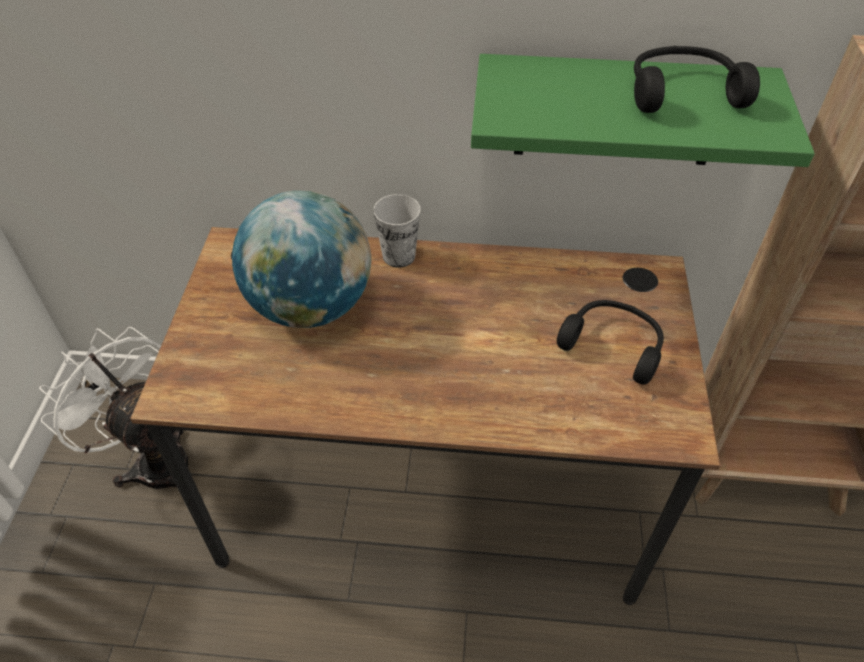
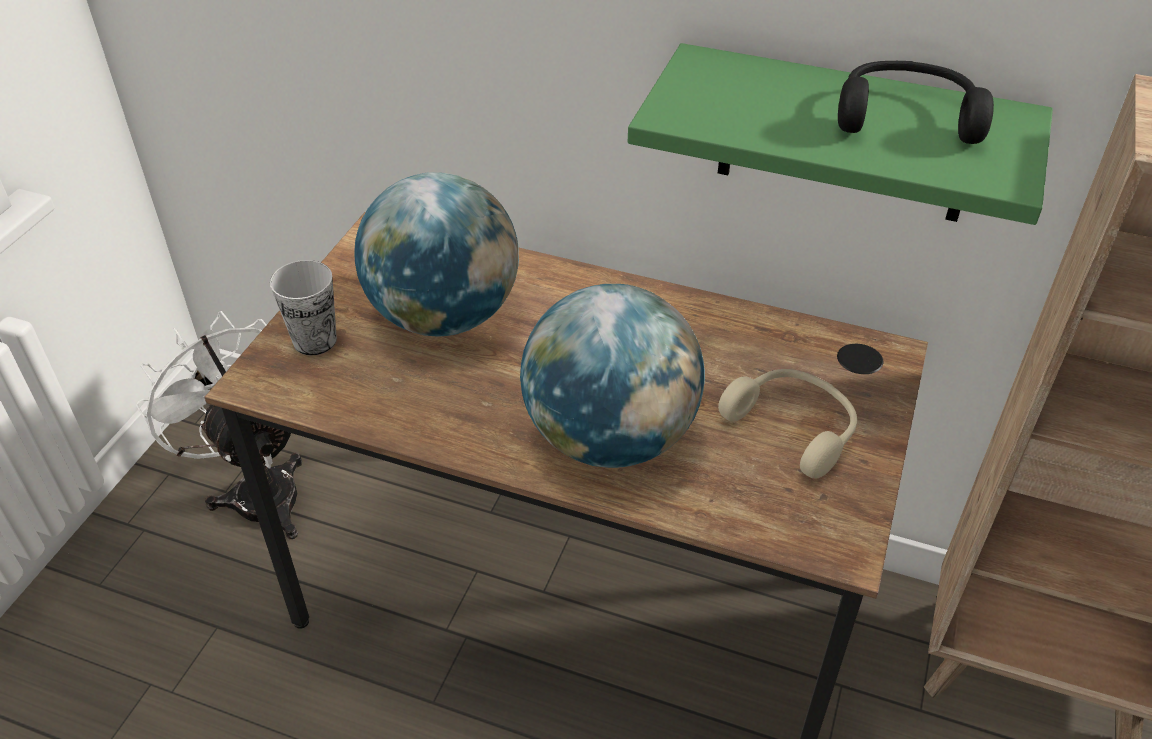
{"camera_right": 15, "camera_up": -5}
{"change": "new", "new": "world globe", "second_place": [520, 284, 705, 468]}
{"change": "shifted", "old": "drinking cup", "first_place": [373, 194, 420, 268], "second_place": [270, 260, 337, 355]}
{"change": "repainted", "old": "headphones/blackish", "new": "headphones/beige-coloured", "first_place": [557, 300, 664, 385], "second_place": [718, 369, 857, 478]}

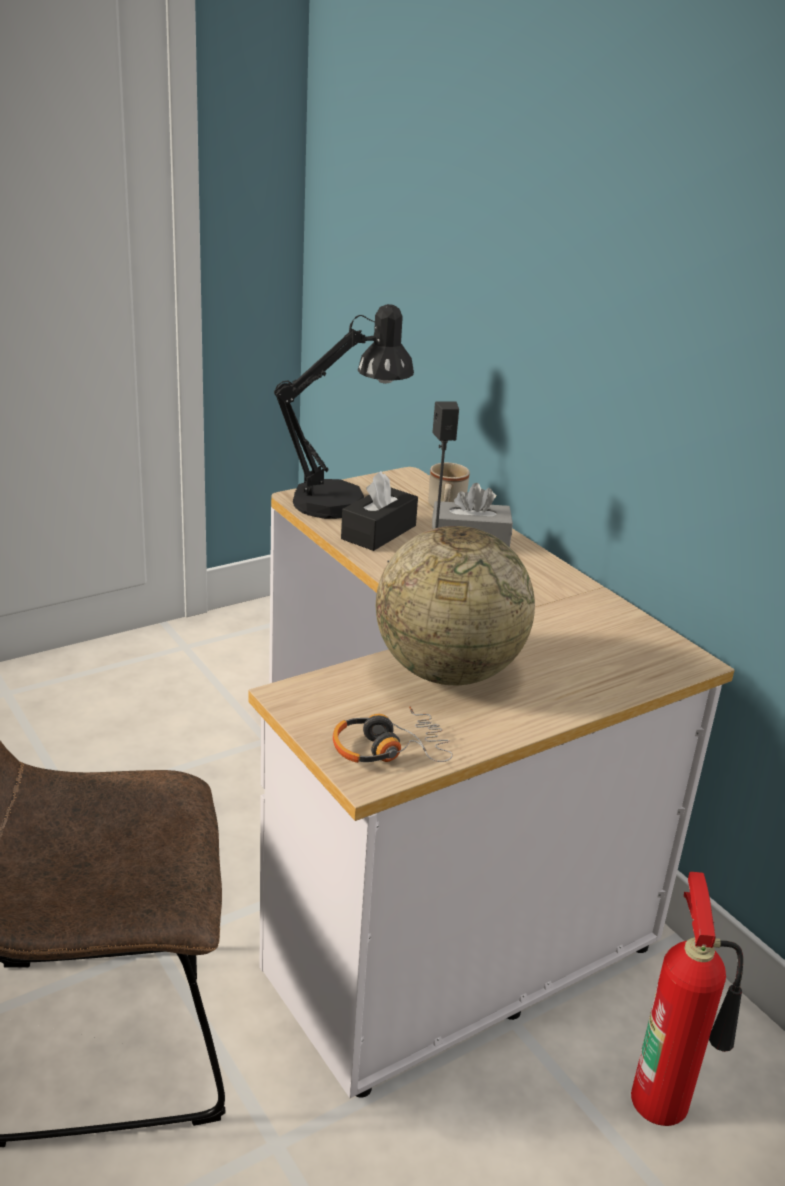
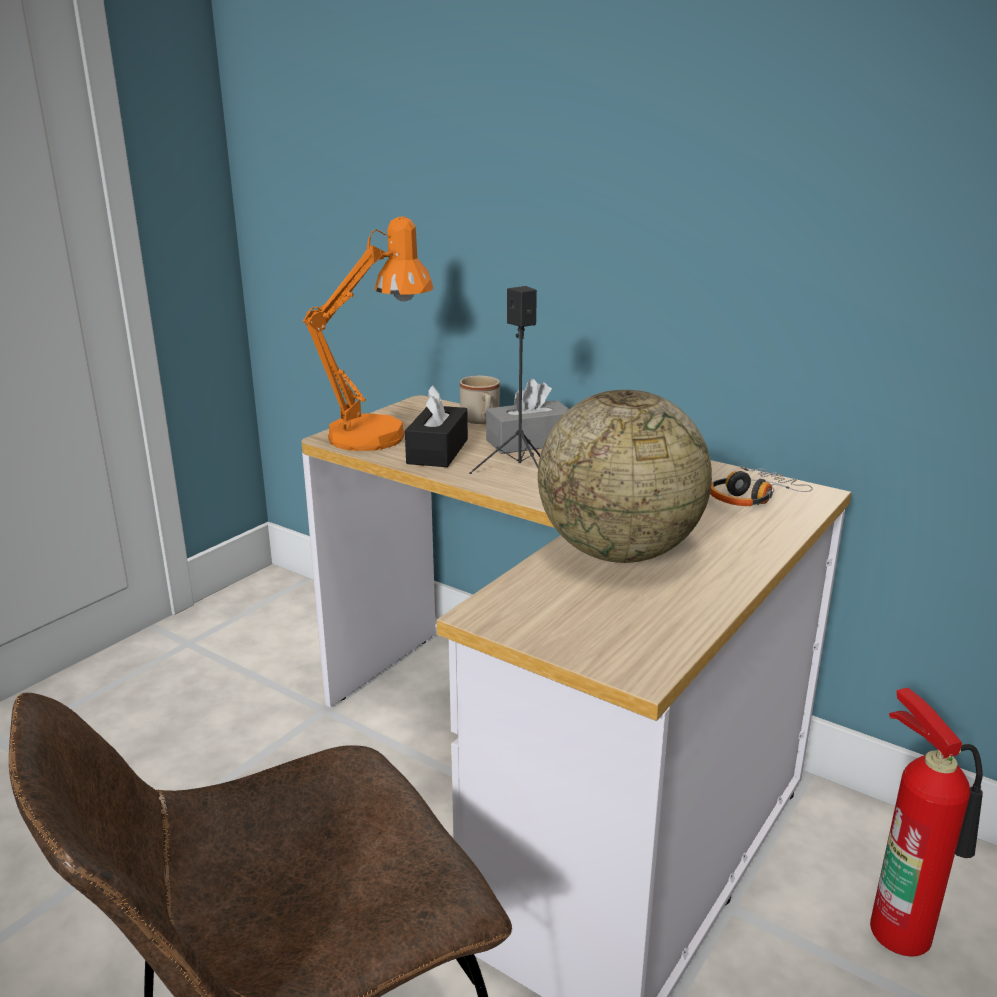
{"camera_right": -20, "camera_up": -5}
{"change": "shifted", "old": "headphones", "first_place": [333, 706, 453, 763], "second_place": [710, 467, 813, 506]}
{"change": "repainted", "old": "table lamp/blackish", "new": "table lamp/orangey", "first_place": [274, 304, 414, 519], "second_place": [303, 216, 433, 451]}

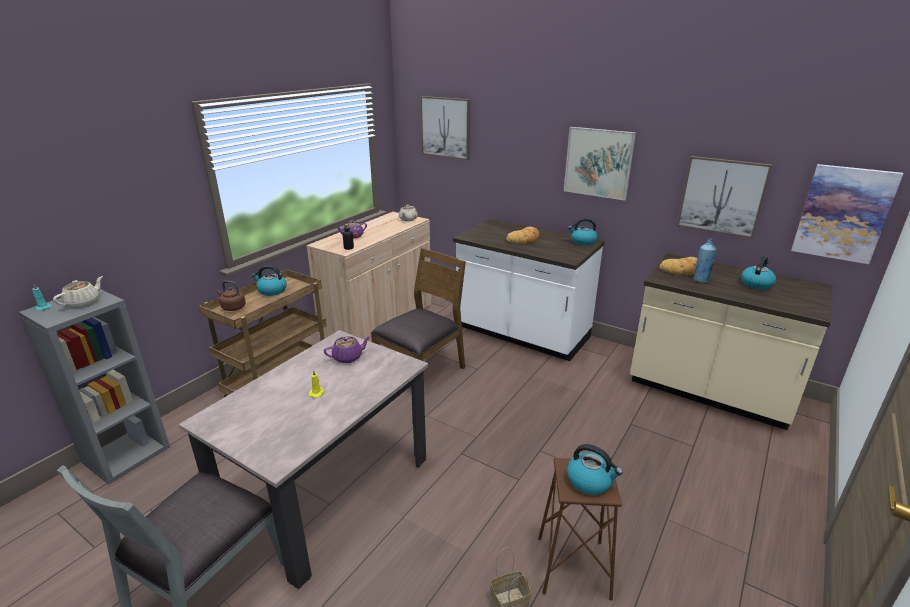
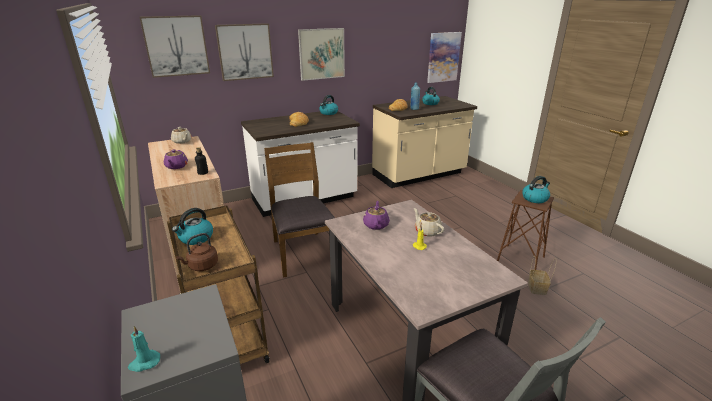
{"camera_right": -60, "camera_up": 0}
{"change": "shifted", "old": "pot for tea/beige-coloured", "first_place": [53, 276, 103, 308], "second_place": [414, 208, 445, 237]}
{"change": "shifted", "old": "wall art", "first_place": [677, 156, 772, 238], "second_place": [215, 23, 274, 81]}

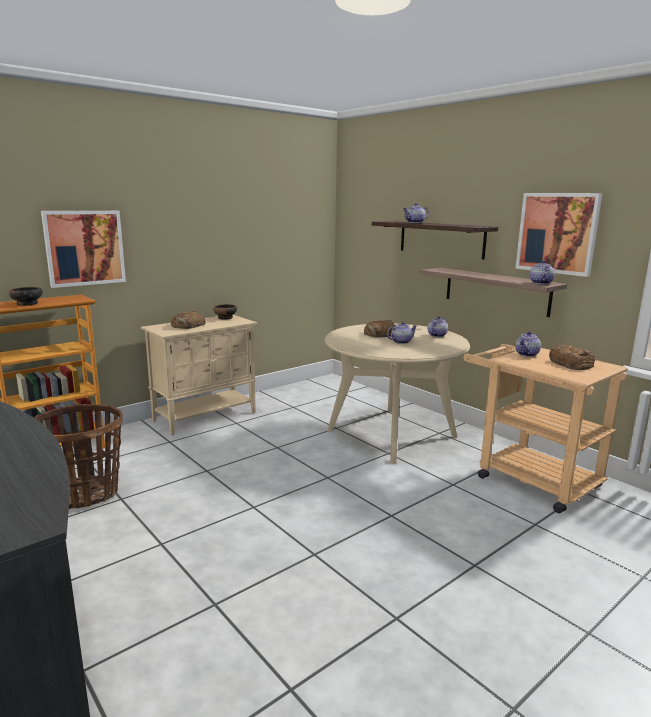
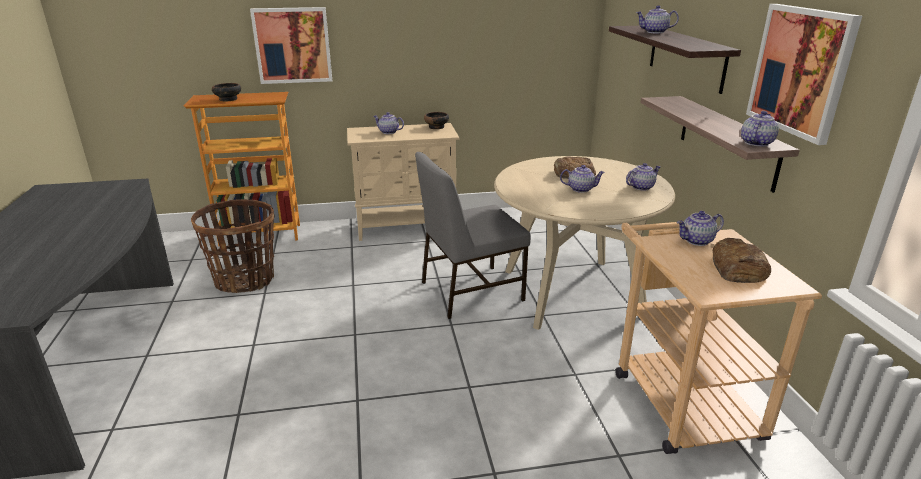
{"camera_right": 30, "camera_up": 10}
{"change": "new", "new": "chair/gray", "second_place": [415, 152, 531, 319]}
{"change": "swapped", "old": "bakery bread", "new": "pot for tea", "first_place": [171, 311, 206, 329], "second_place": [373, 112, 404, 134]}

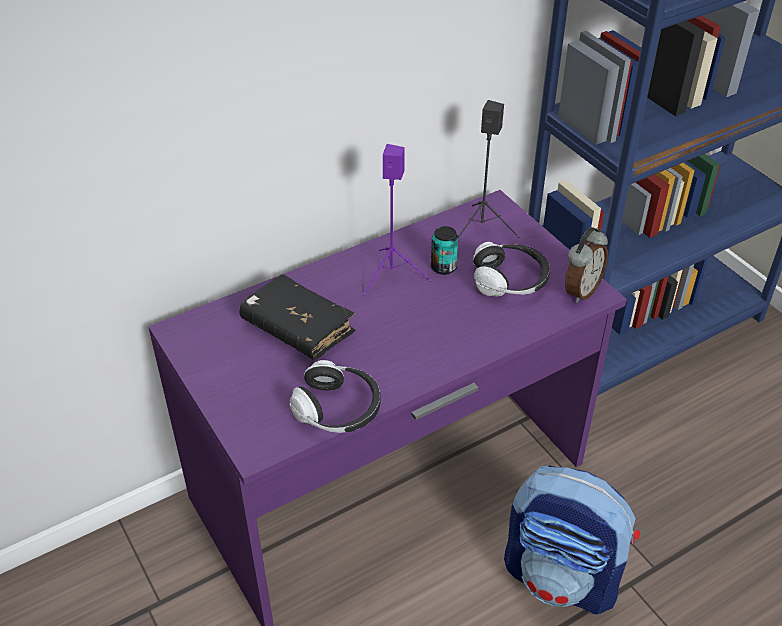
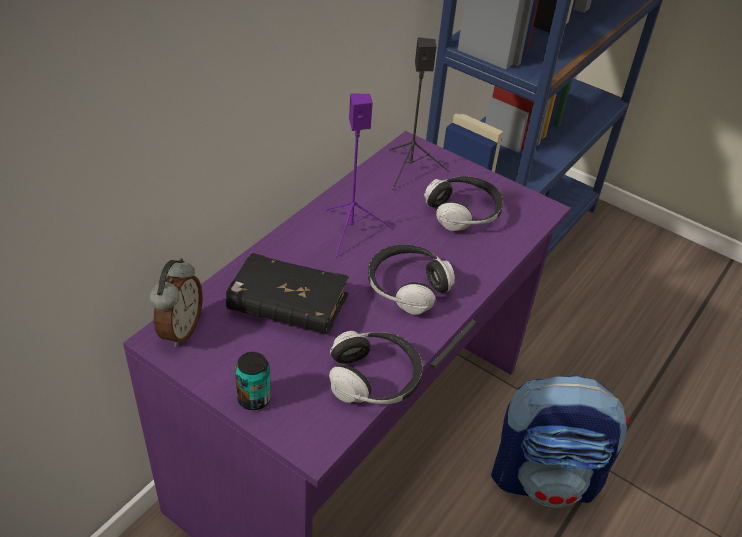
{"camera_right": -25, "camera_up": 0}
{"change": "new", "new": "headphones", "second_place": [368, 245, 455, 315]}
{"change": "shifted", "old": "sealed can", "first_place": [431, 226, 459, 275], "second_place": [235, 352, 271, 410]}
{"change": "shifted", "old": "bedside clock", "first_place": [565, 227, 608, 303], "second_place": [150, 258, 203, 347]}

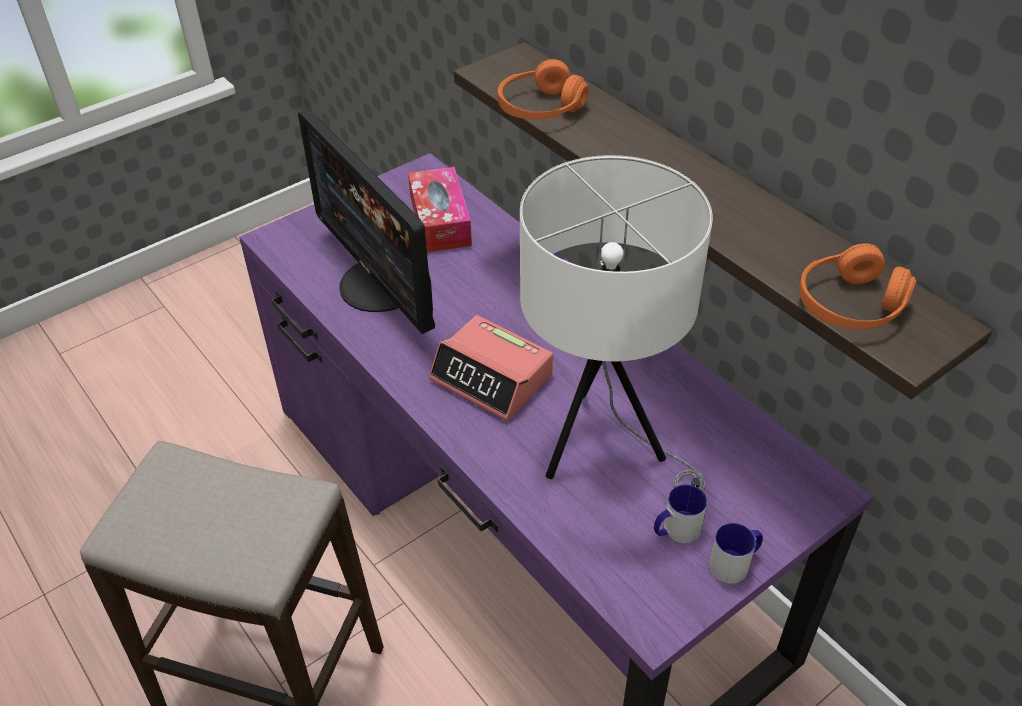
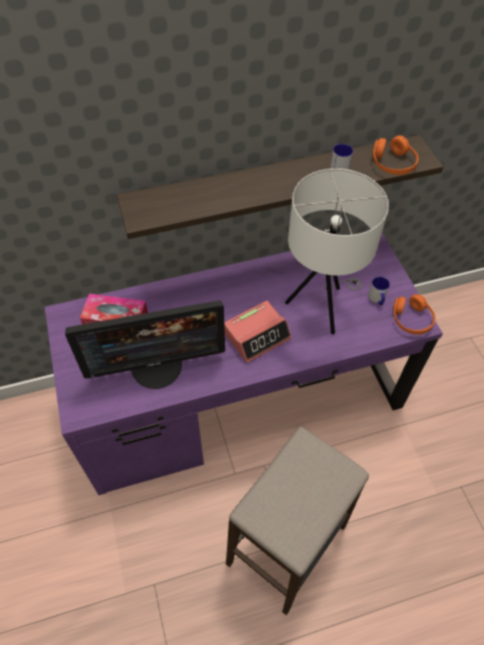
{"camera_right": -70, "camera_up": 10}
{"change": "shifted", "old": "headphones/orangey", "first_place": [498, 59, 589, 120], "second_place": [393, 294, 435, 335]}
{"change": "shifted", "old": "coffee mug", "first_place": [709, 523, 763, 584], "second_place": [330, 144, 353, 170]}

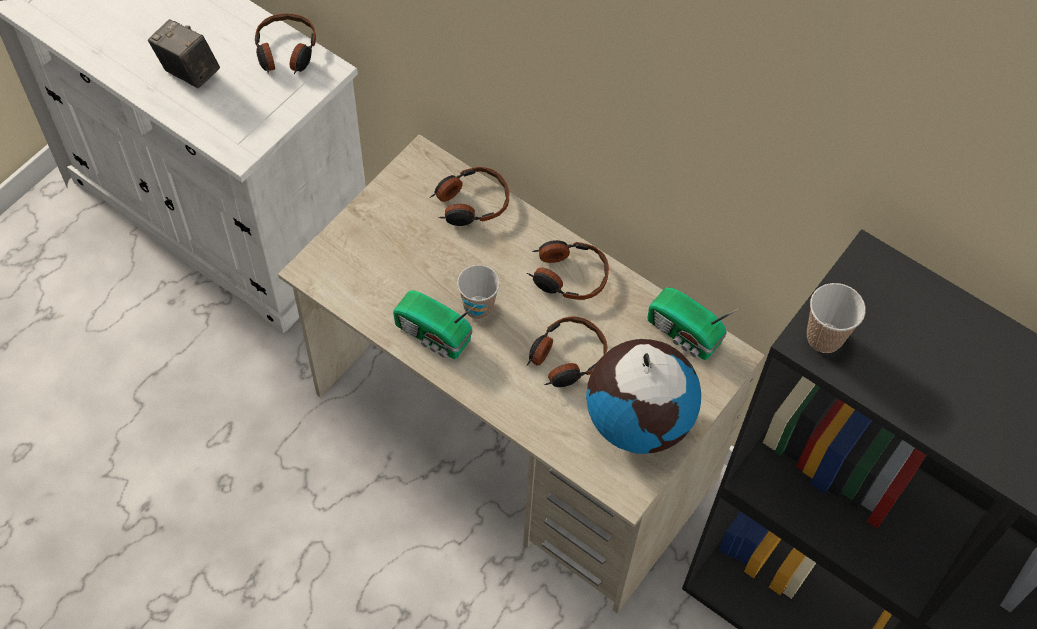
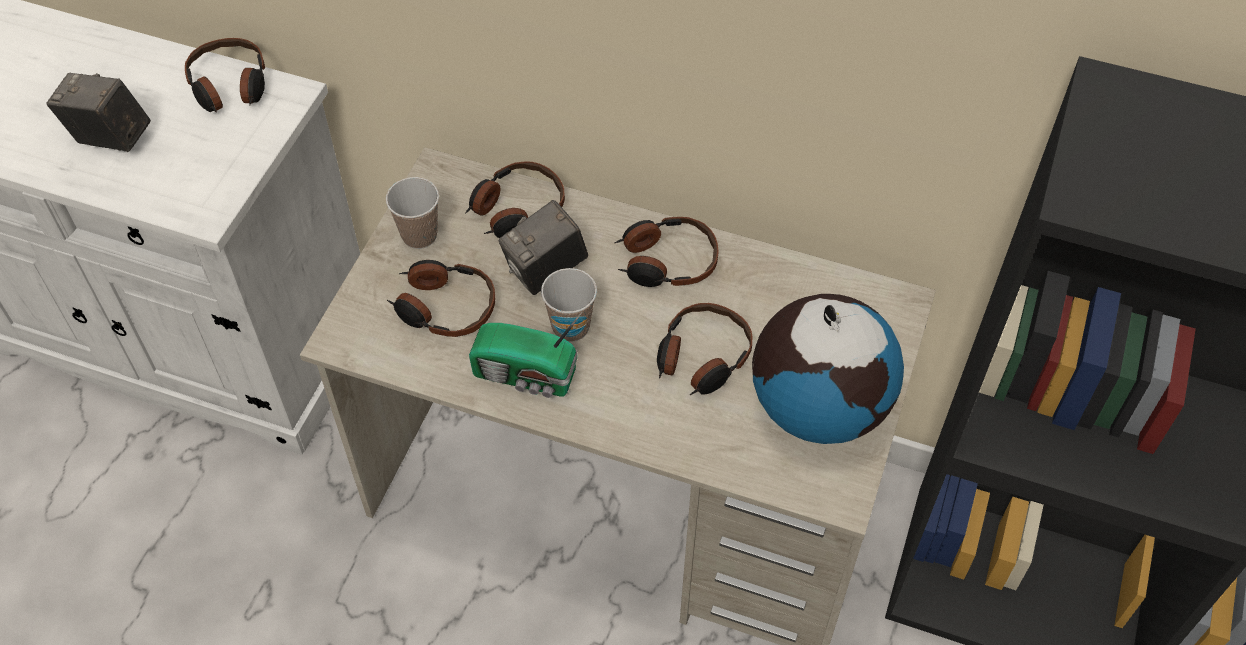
{"camera_right": -15, "camera_up": -5}
{"change": "gone", "old": "radio", "first_place": [647, 287, 740, 360]}
{"change": "new", "new": "headphones", "second_place": [387, 260, 495, 337]}
{"change": "new", "new": "still camera", "second_place": [498, 200, 588, 295]}
{"change": "shifted", "old": "drinking cup", "first_place": [807, 283, 866, 353], "second_place": [386, 177, 439, 249]}

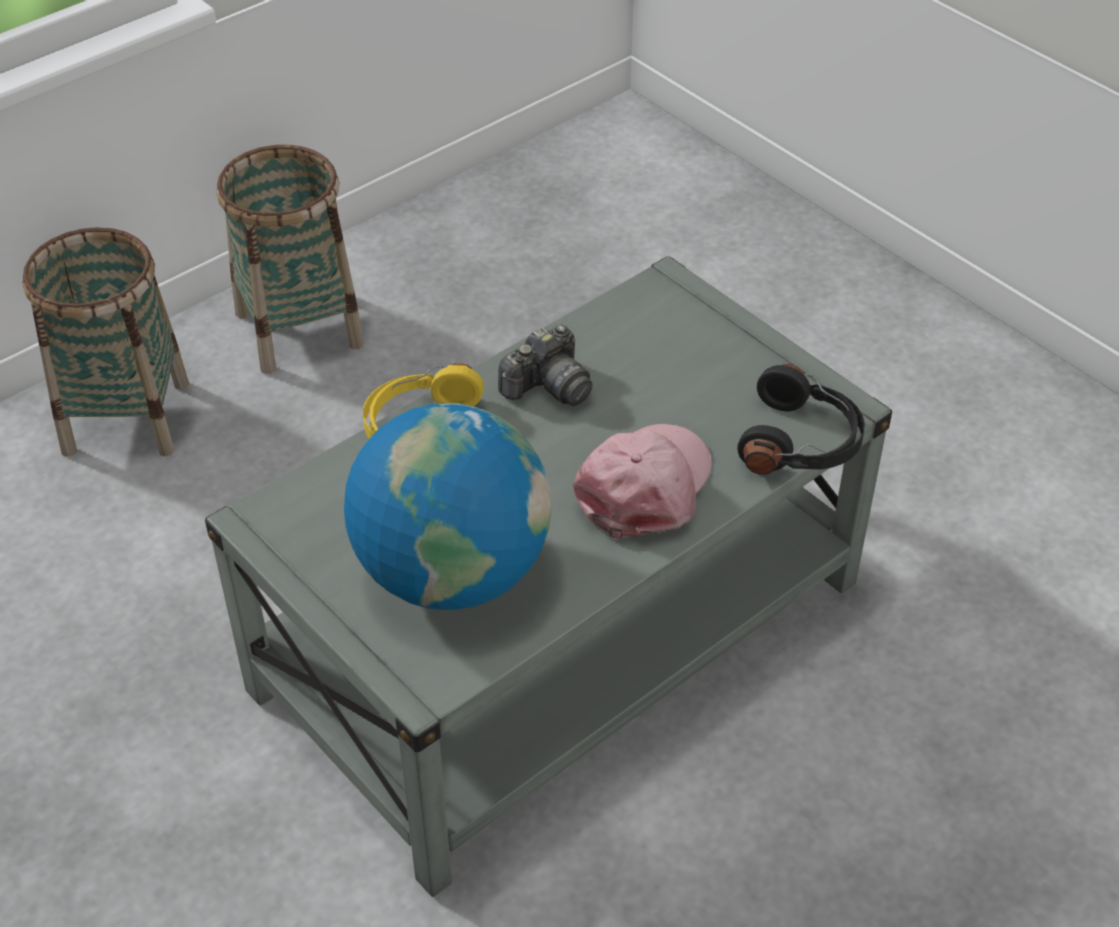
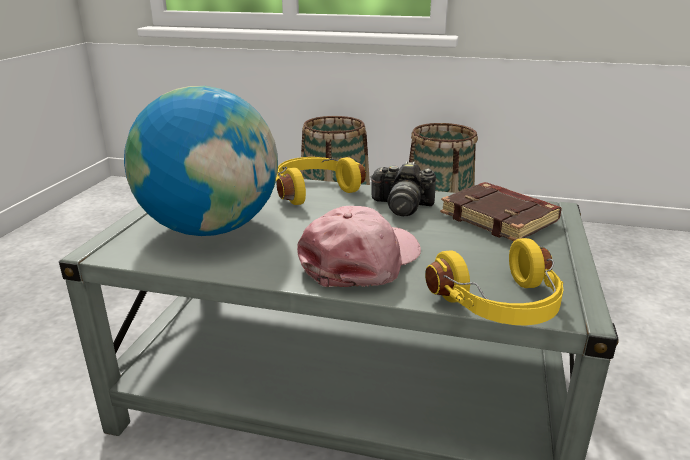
{"camera_right": 55, "camera_up": -20}
{"change": "new", "new": "volume/brown-coloured", "second_place": [440, 182, 562, 241]}
{"change": "repainted", "old": "headphones/blackish", "new": "headphones/yellow", "first_place": [737, 364, 865, 475], "second_place": [425, 238, 563, 326]}
{"change": "rotated", "old": "baseball cap/pink", "first_place": [573, 424, 712, 539], "second_place": [297, 206, 421, 287], "degrees": -45}

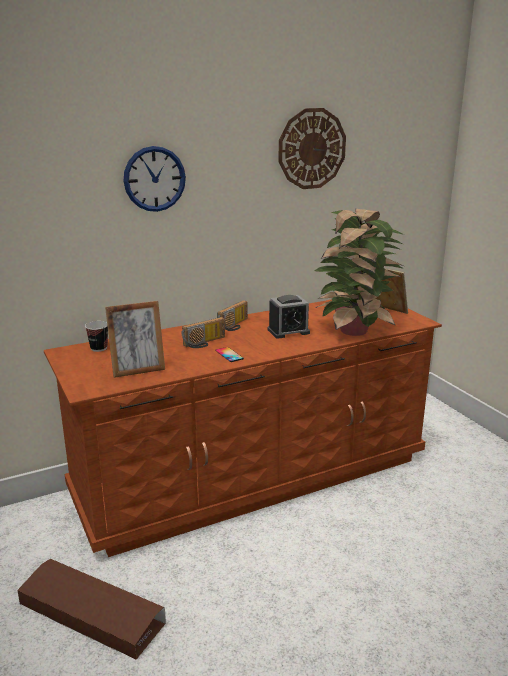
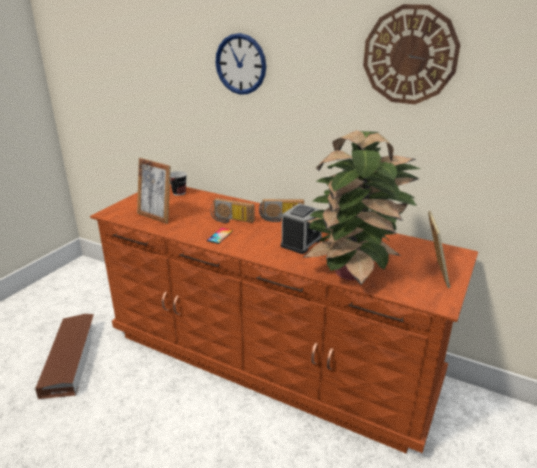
{"camera_right": 55, "camera_up": 5}
{"change": "rotated", "old": "bedside clock", "first_place": [268, 295, 310, 339], "second_place": [281, 203, 322, 254], "degrees": -90}

